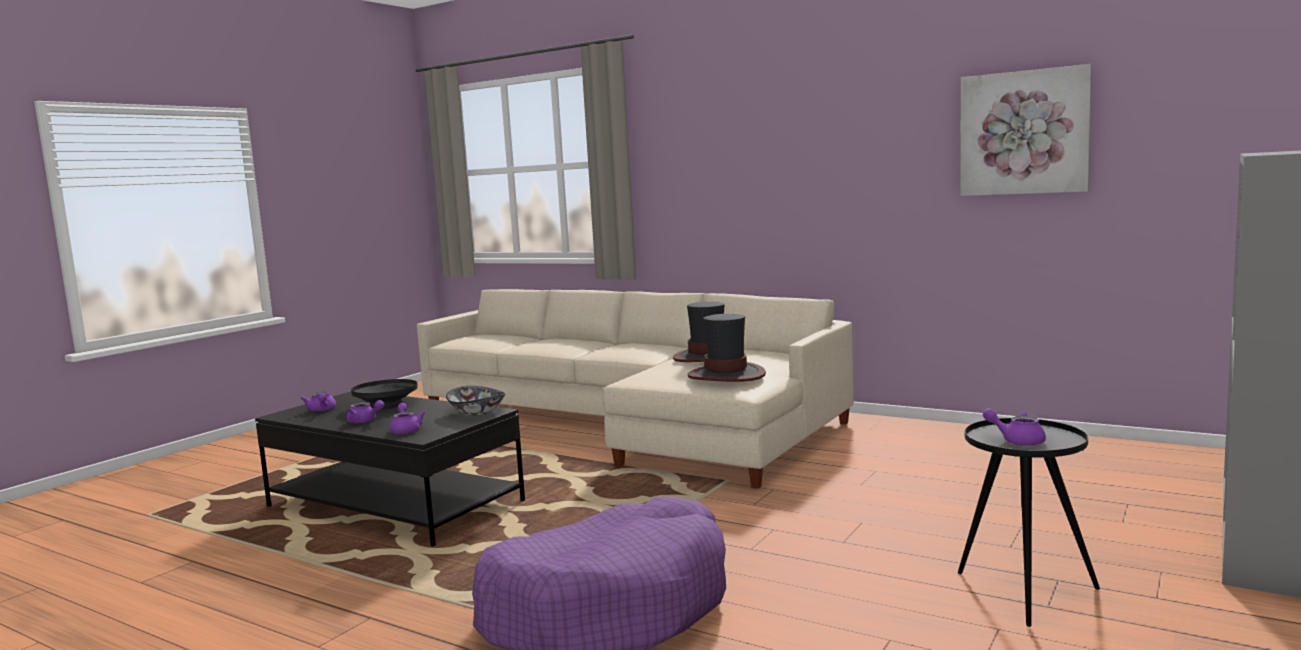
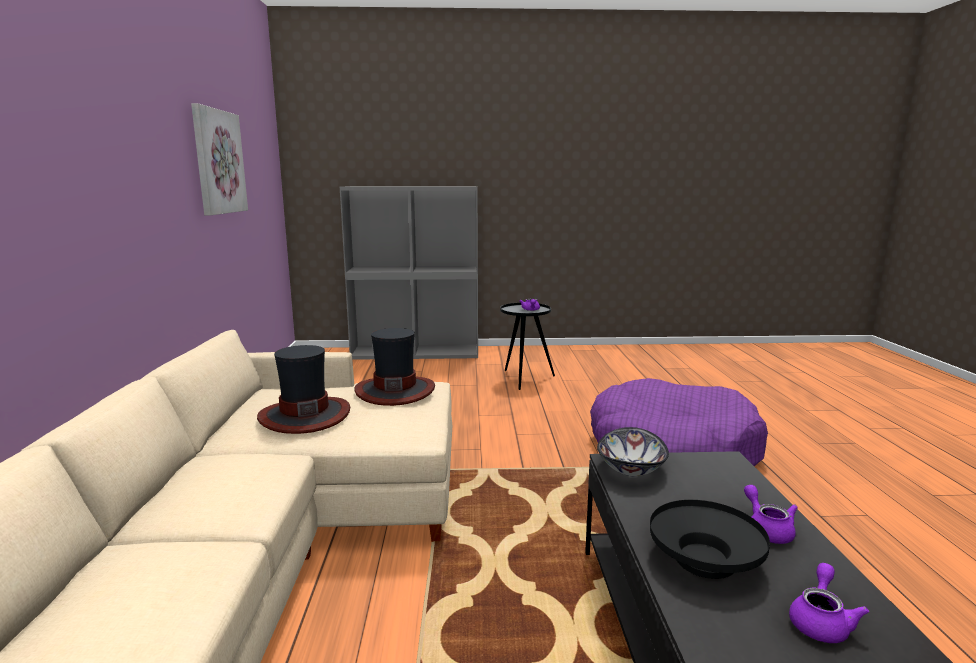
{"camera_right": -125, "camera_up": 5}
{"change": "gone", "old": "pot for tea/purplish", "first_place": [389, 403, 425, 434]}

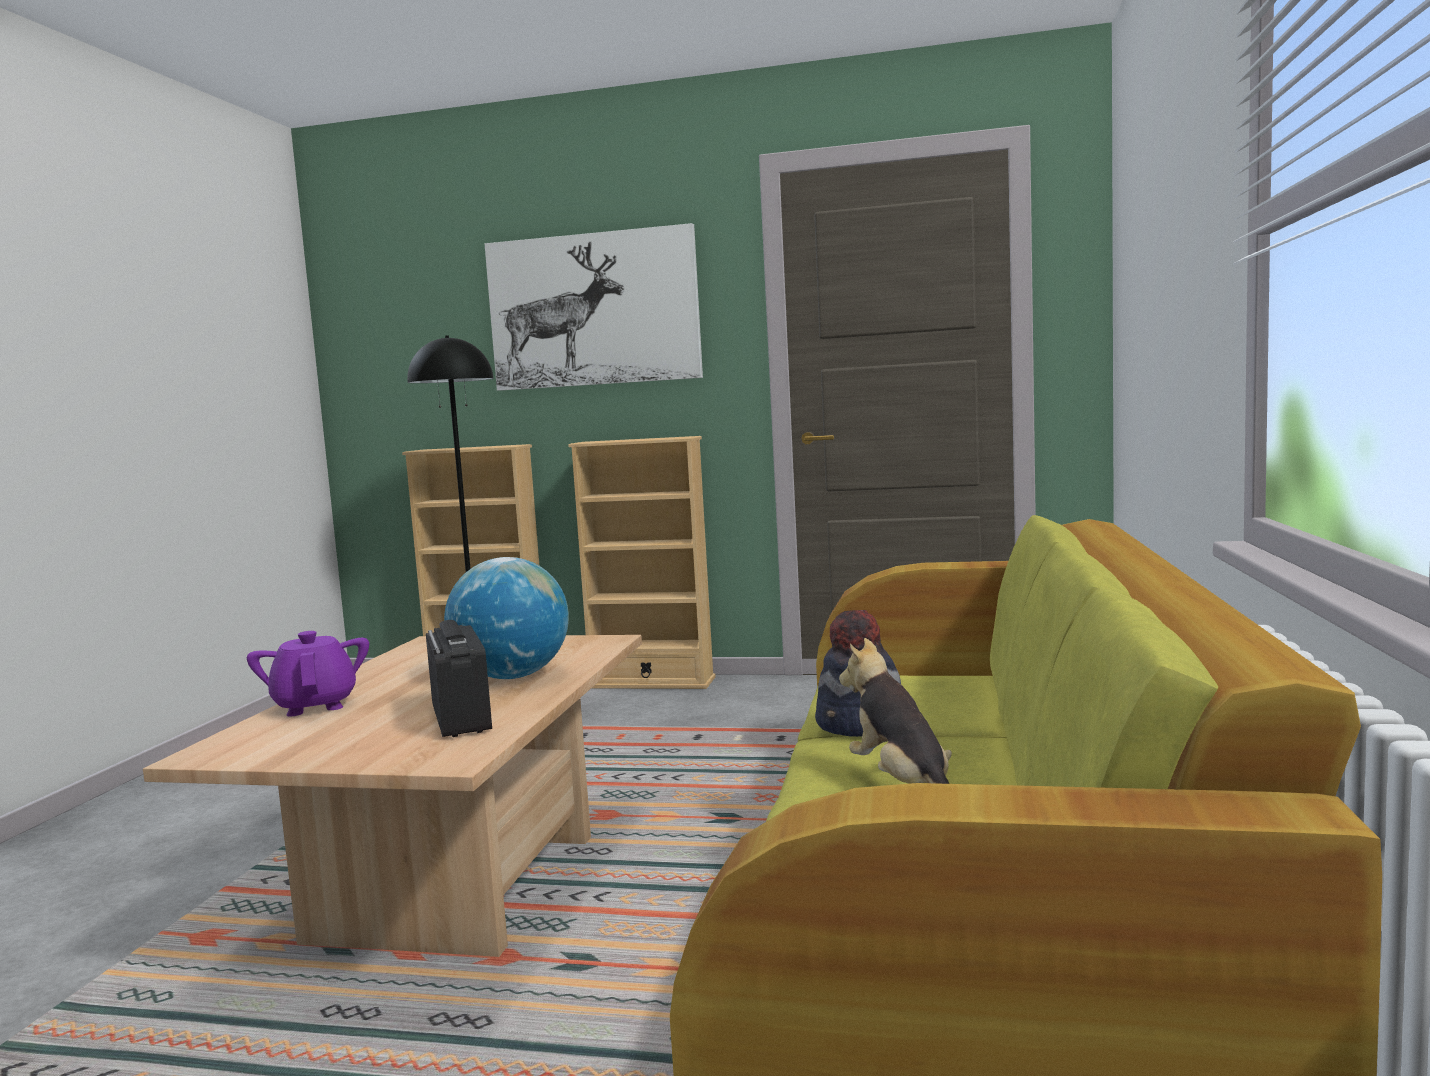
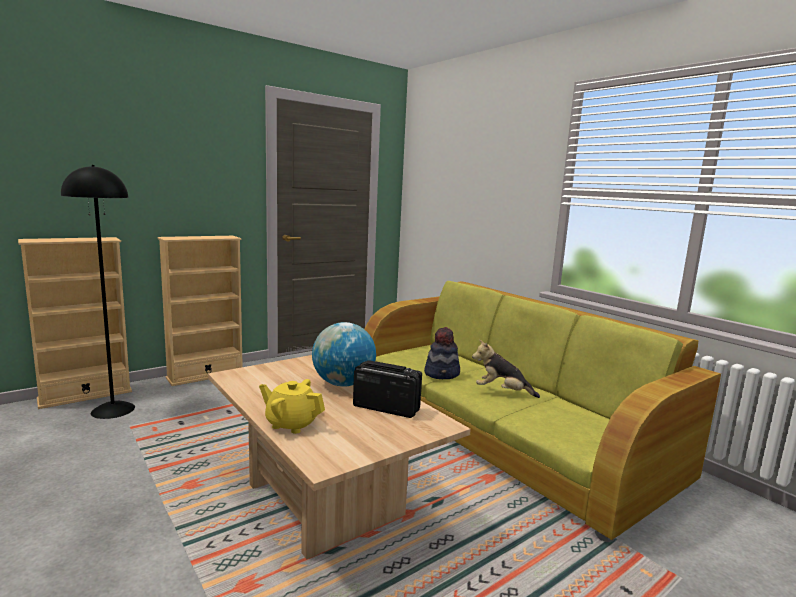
{"camera_right": -50, "camera_up": 5}
{"change": "gone", "old": "wall art", "first_place": [485, 223, 703, 391]}
{"change": "repainted", "old": "pot for tea/purplish", "new": "pot for tea/yellow", "first_place": [247, 631, 369, 716], "second_place": [259, 379, 325, 434]}

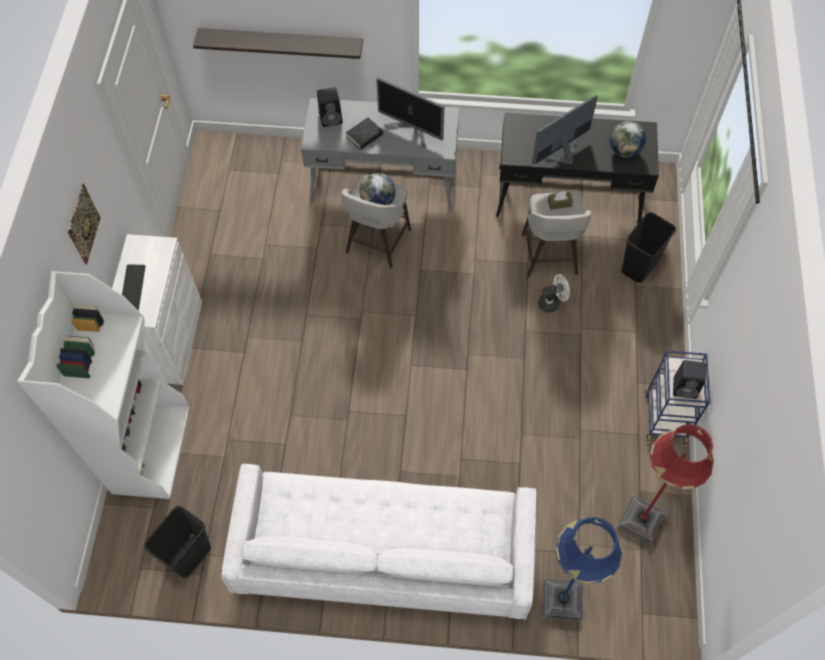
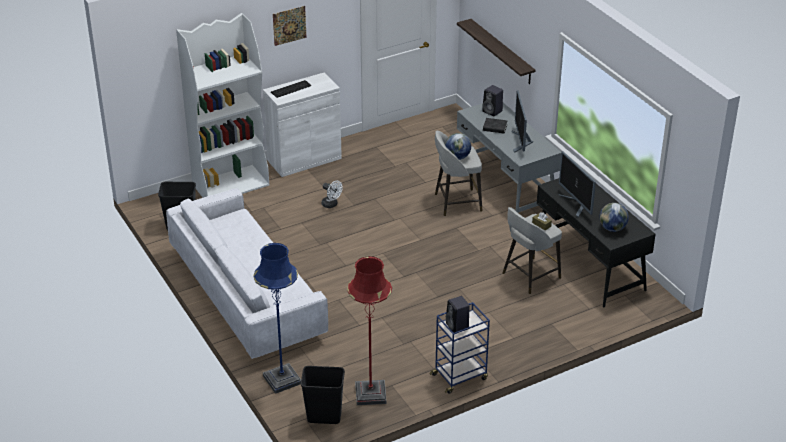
{"camera_right": 55, "camera_up": -25}
{"change": "shifted", "old": "electric fan/white", "first_place": [538, 274, 570, 313], "second_place": [322, 181, 343, 208]}
{"change": "shifted", "old": "rubbish bin/blackish", "first_place": [622, 212, 676, 283], "second_place": [301, 366, 345, 424]}
{"change": "rotated", "old": "computer display", "first_place": [532, 94, 598, 165], "second_place": [559, 151, 596, 217], "degrees": -135}

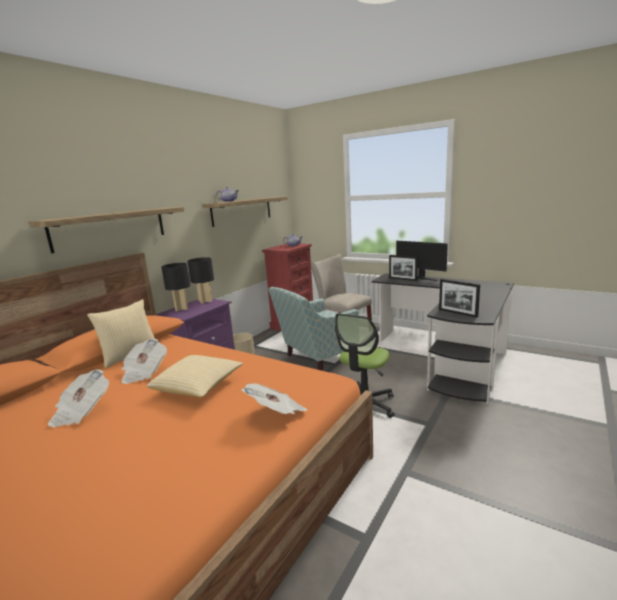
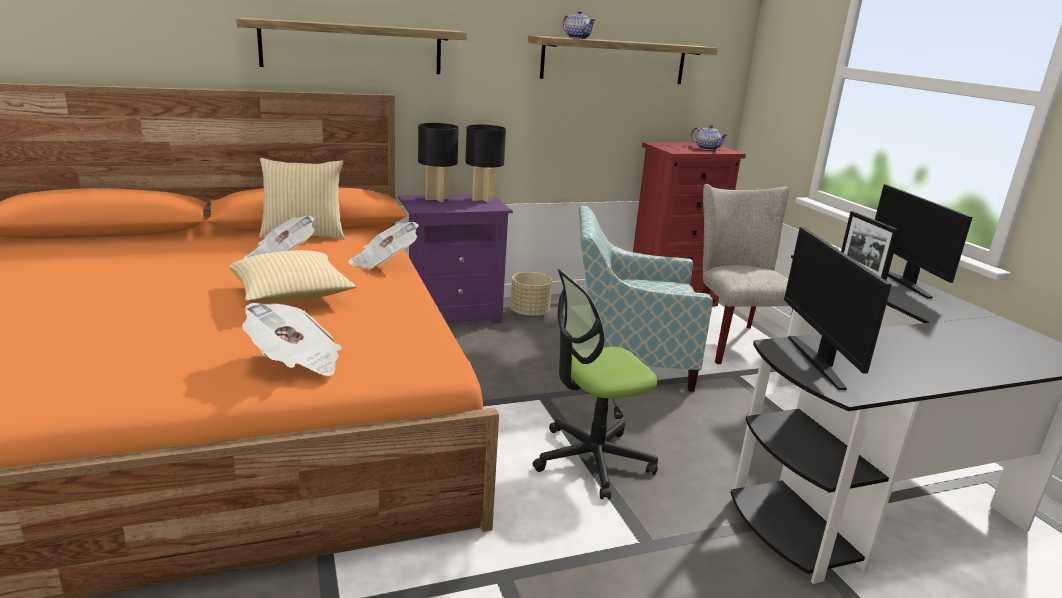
{"camera_right": 35, "camera_up": 5}
{"change": "shifted", "old": "printed paper", "first_place": [48, 369, 109, 427], "second_place": [348, 222, 419, 269]}
{"change": "swapped", "old": "standing frame", "new": "computer display", "first_place": [439, 279, 480, 318], "second_place": [784, 227, 892, 390]}

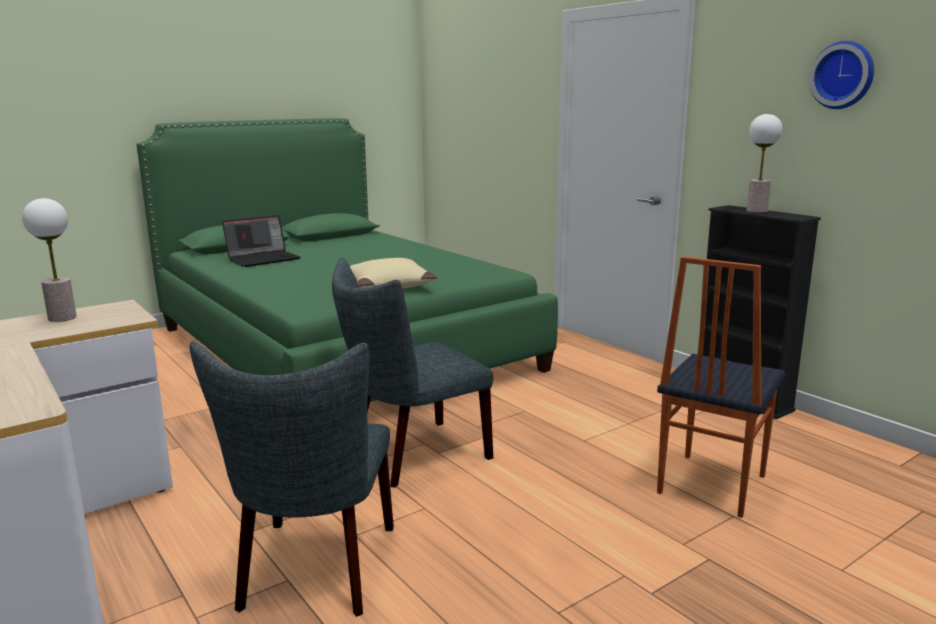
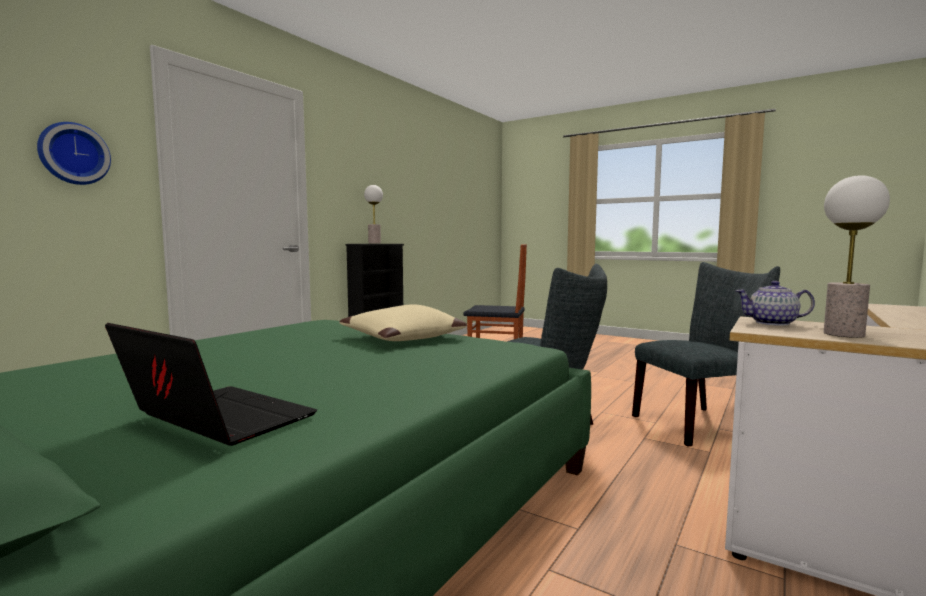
{"camera_right": -110, "camera_up": -10}
{"change": "new", "new": "pot for tea", "second_place": [736, 281, 815, 326]}
{"change": "shifted", "old": "hanging clock", "first_place": [809, 41, 874, 109], "second_place": [37, 122, 111, 185]}

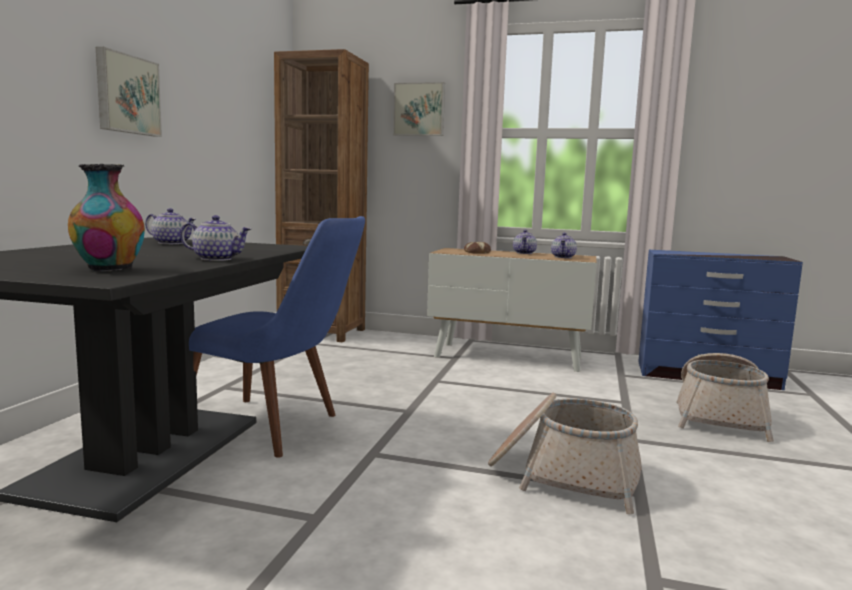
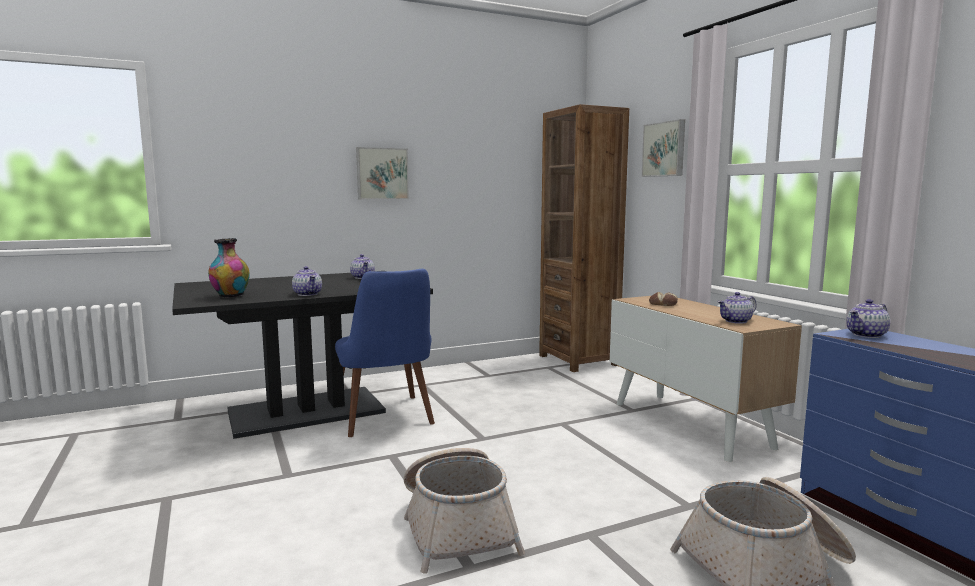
{"camera_right": 50, "camera_up": 0}
{"change": "shifted", "old": "pot for tea", "first_place": [513, 230, 537, 254], "second_place": [846, 299, 890, 338]}

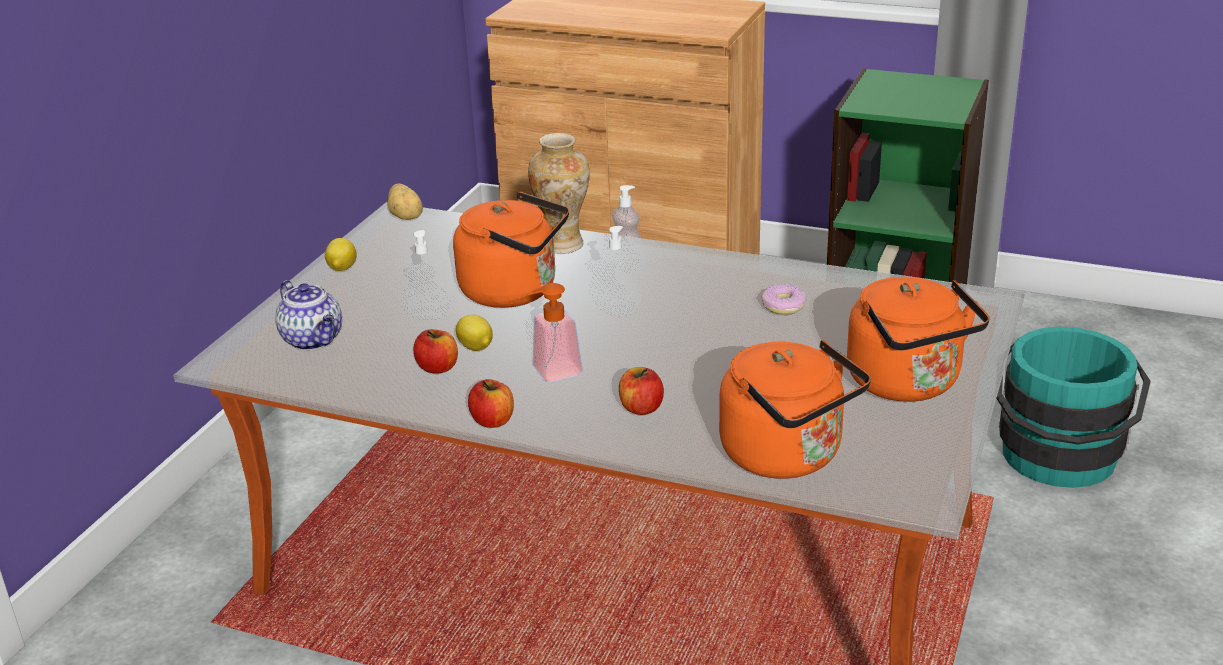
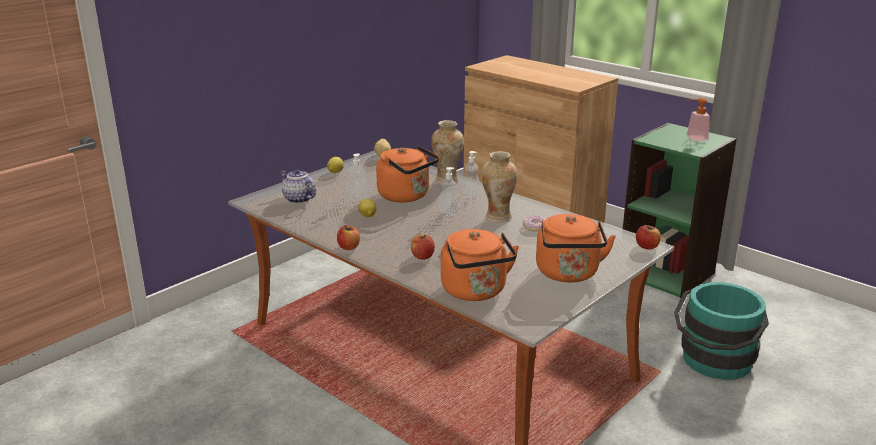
{"camera_right": 20, "camera_up": -5}
{"change": "new", "new": "flower vase", "second_place": [481, 151, 518, 223]}
{"change": "shifted", "old": "apple fruit", "first_place": [414, 329, 458, 374], "second_place": [636, 225, 661, 249]}
{"change": "shifted", "old": "liquid soap bottle", "first_place": [514, 283, 582, 382], "second_place": [686, 98, 710, 141]}
{"change": "rotated", "old": "pot for tea", "first_place": [275, 280, 342, 350], "second_place": [280, 169, 316, 204], "degrees": 150}

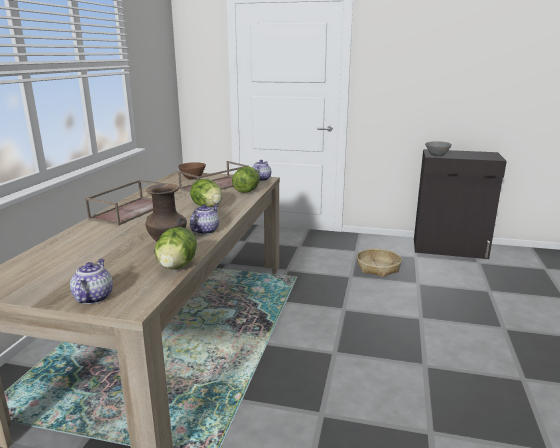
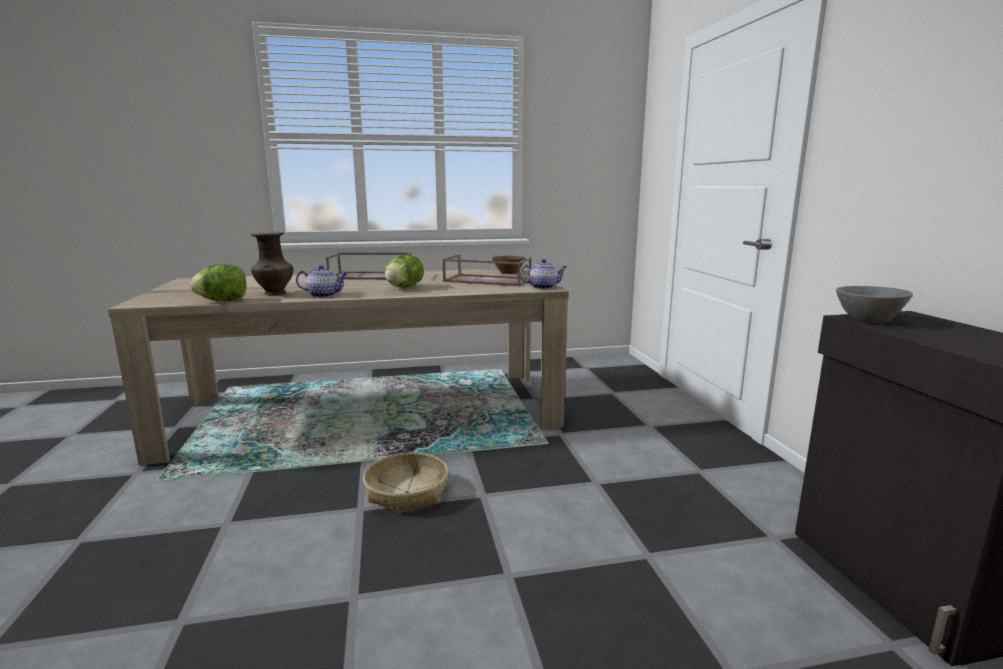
{"camera_right": 65, "camera_up": -5}
{"change": "gone", "old": "pot for tea", "first_place": [70, 259, 113, 304]}
{"change": "gone", "old": "lettuce", "first_place": [232, 167, 260, 193]}
{"change": "shifted", "old": "basket", "first_place": [357, 249, 402, 277], "second_place": [363, 452, 448, 514]}

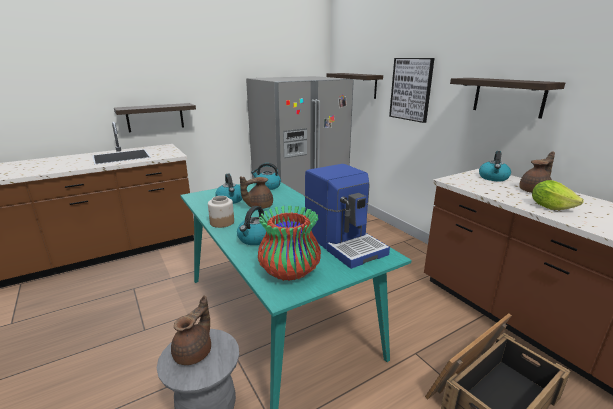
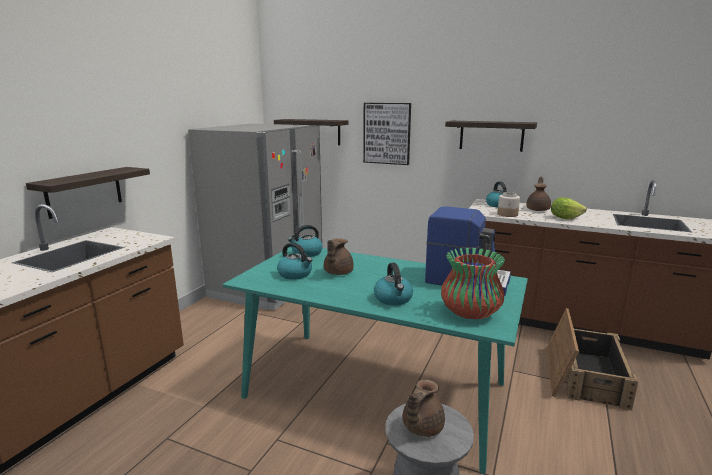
{"camera_right": -35, "camera_up": -5}
{"change": "shifted", "old": "preserve jar", "first_place": [208, 196, 234, 228], "second_place": [498, 192, 520, 217]}
{"change": "rotated", "old": "pot for tea/brown-coloured", "first_place": [171, 295, 211, 365], "second_place": [403, 380, 445, 437], "degrees": -135}

